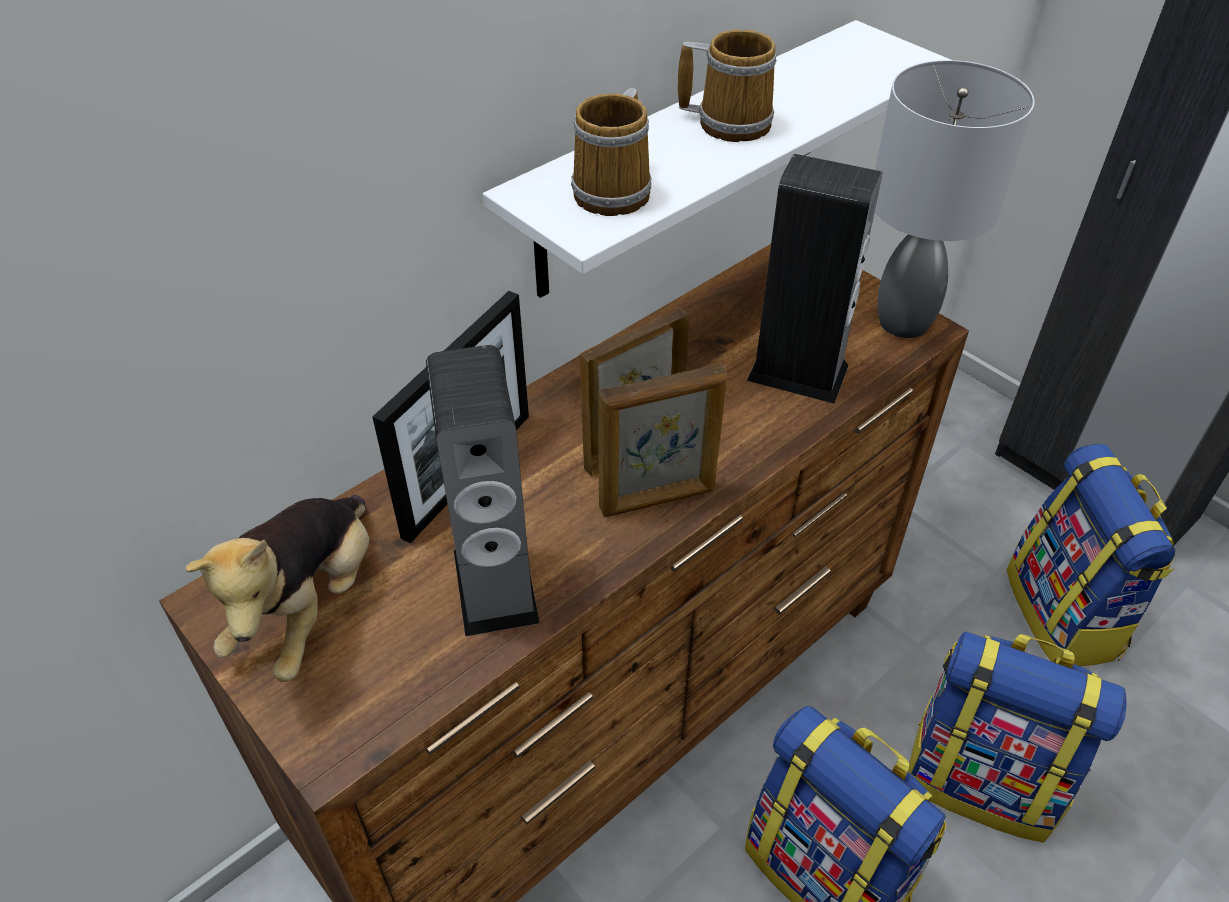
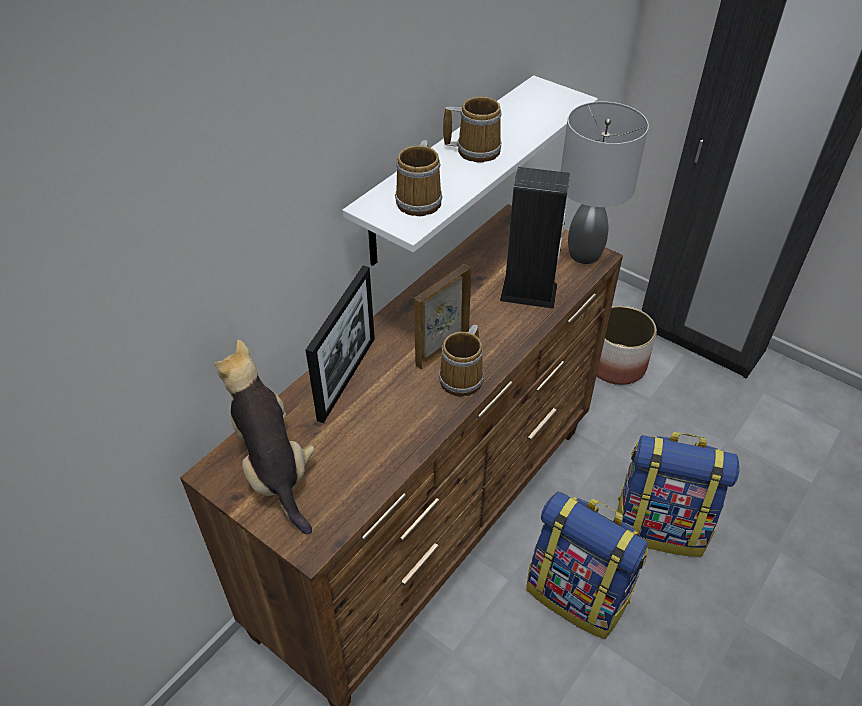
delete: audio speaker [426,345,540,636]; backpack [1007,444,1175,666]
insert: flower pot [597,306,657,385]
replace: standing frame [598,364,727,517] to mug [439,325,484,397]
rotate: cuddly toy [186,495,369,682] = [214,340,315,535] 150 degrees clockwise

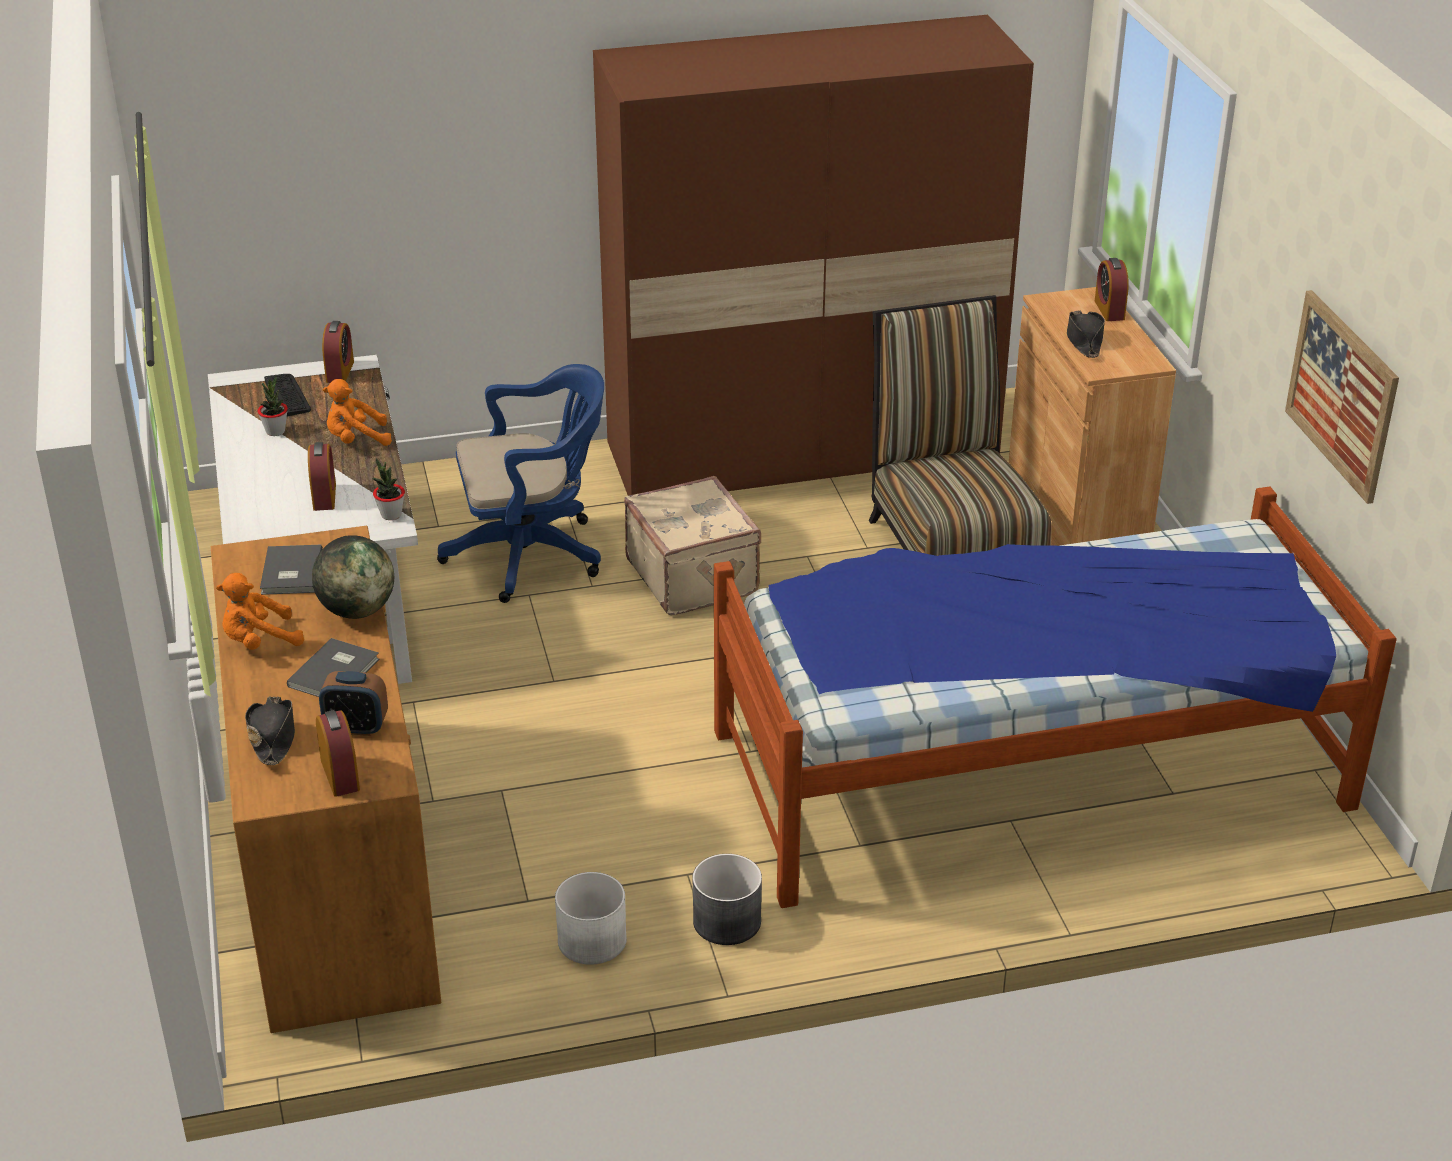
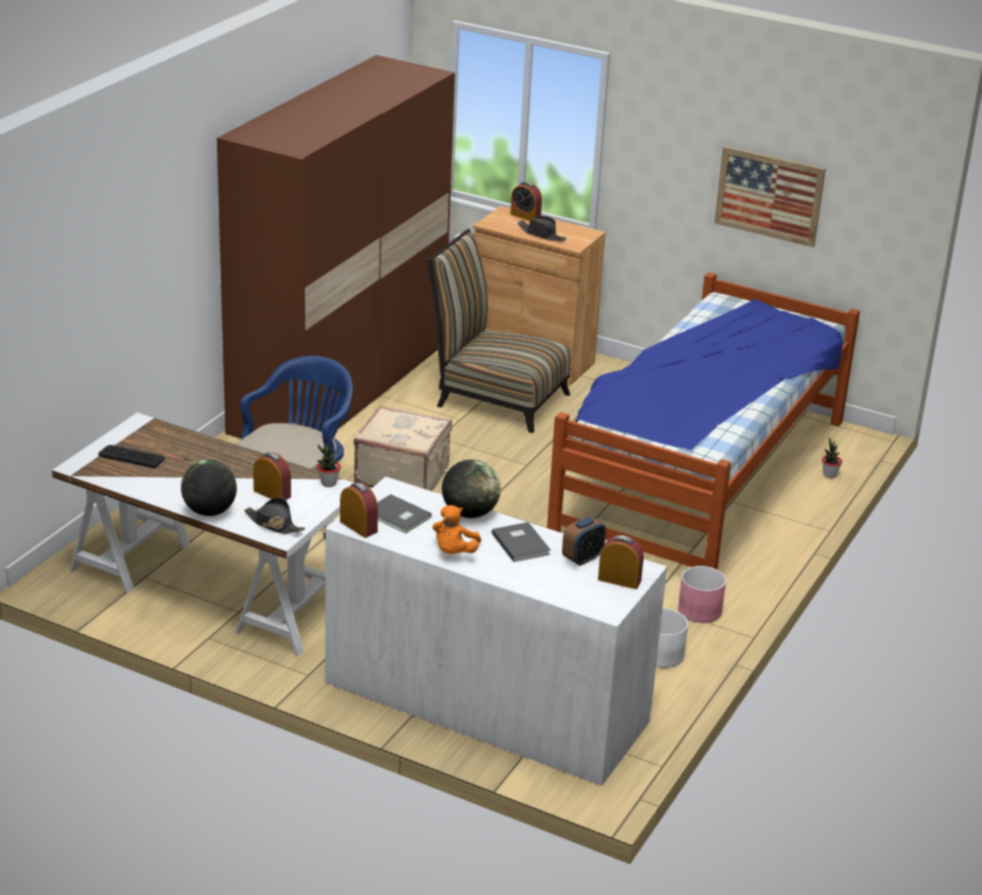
delete: orange cuddly toy [323,379,392,446]
insert: globe [181,459,237,516]
move: blackish wearable hat [245,696,295,765] to [244,497,305,534]; potted plant [257,375,288,436] to [822,437,842,478]; alarm clock [322,321,354,383] to [340,482,378,538]
recolor: brownish dresser [211,526,441,1033] to white-coloured dresser [325,477,667,786]; grey flower pot [693,854,762,945] to pink flower pot [678,566,726,623]

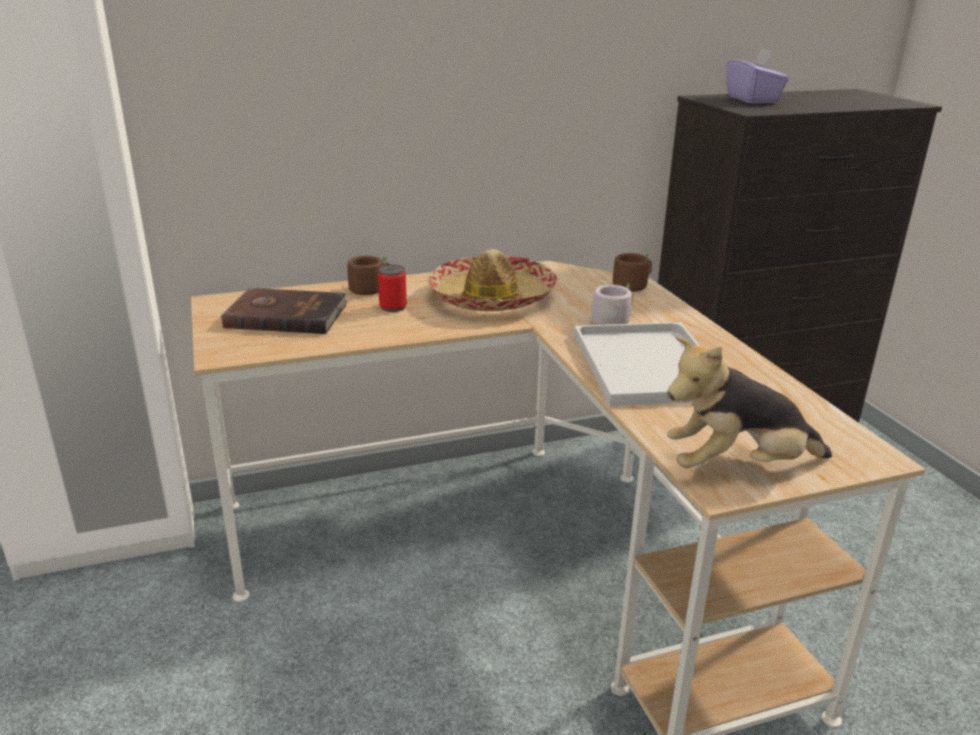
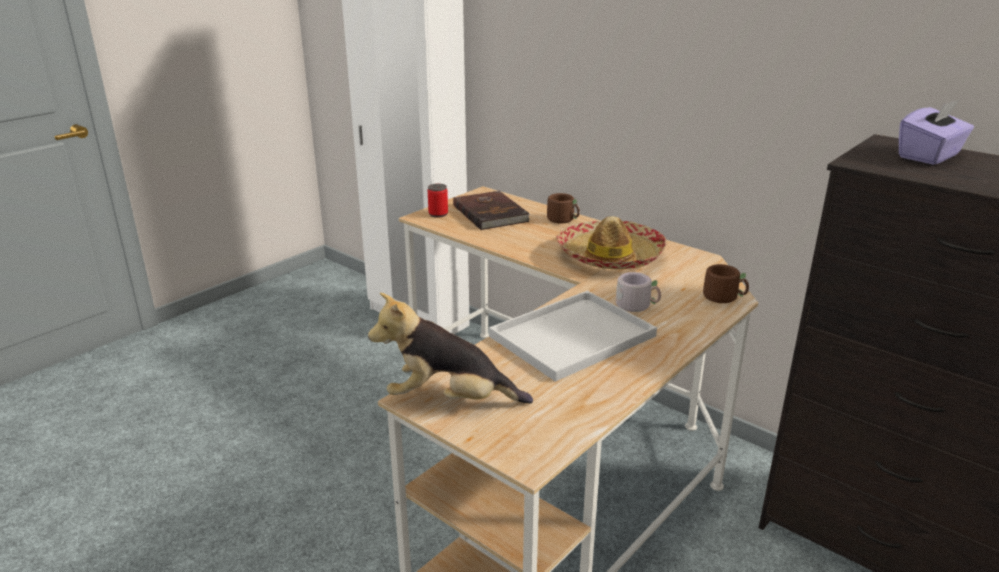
move: can [378,264,407,312] to [428,184,448,218]
rotate: cuddly toy [667,336,832,468] = [368,292,533,403] 45 degrees counterclockwise

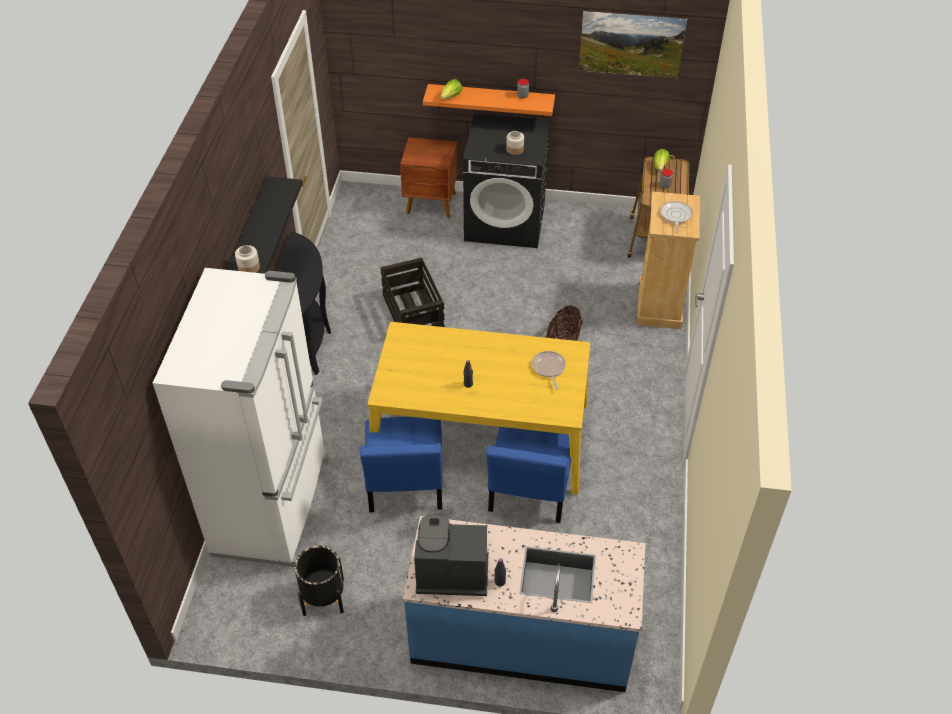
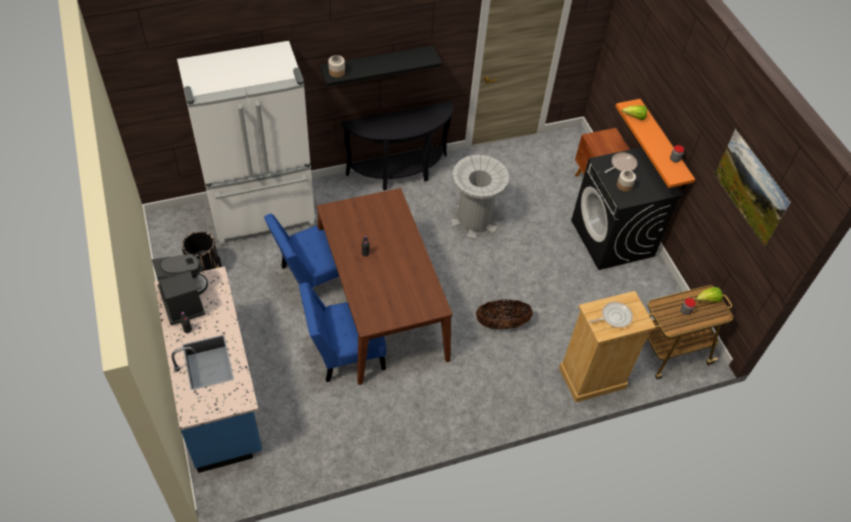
move: skillet [532,351,566,390] to [605,153,637,173]
replace: packing crate [381,257,445,327] to grey waste bin [451,155,509,239]
recolor: yellow-coloured dinner table [368,322,590,495] to brownish dinner table [317,188,452,385]

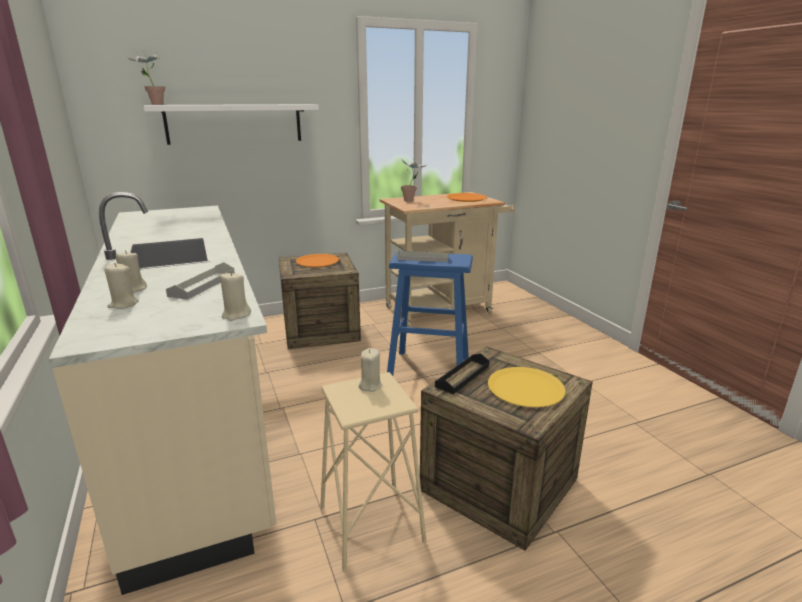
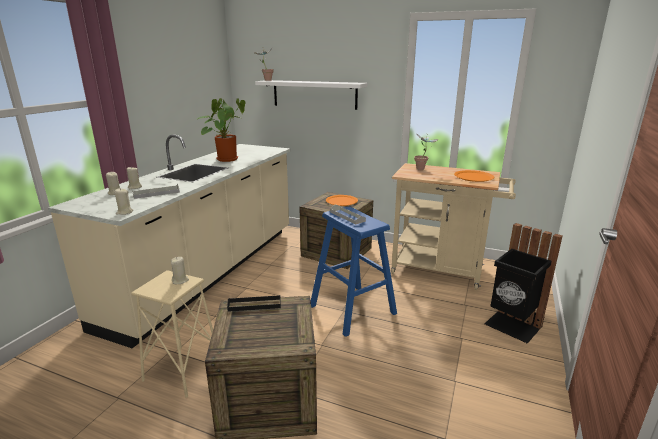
delete: yellow-coloured dinner plate [488,367,566,407]
insert: potted plant [197,98,246,162]; blackish waste bin [484,223,563,344]

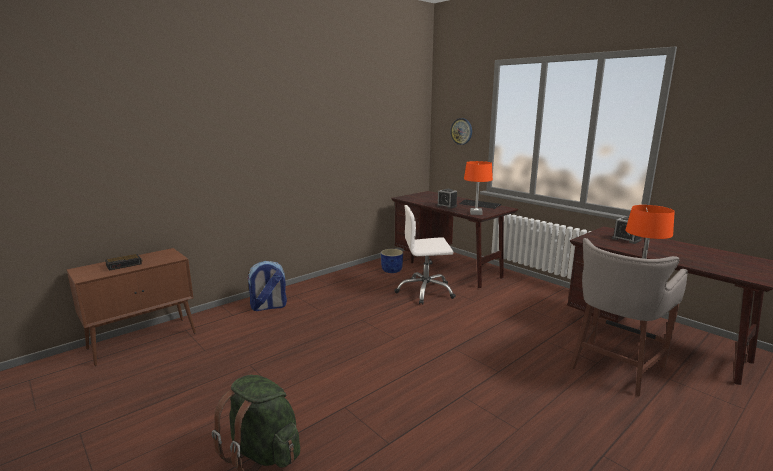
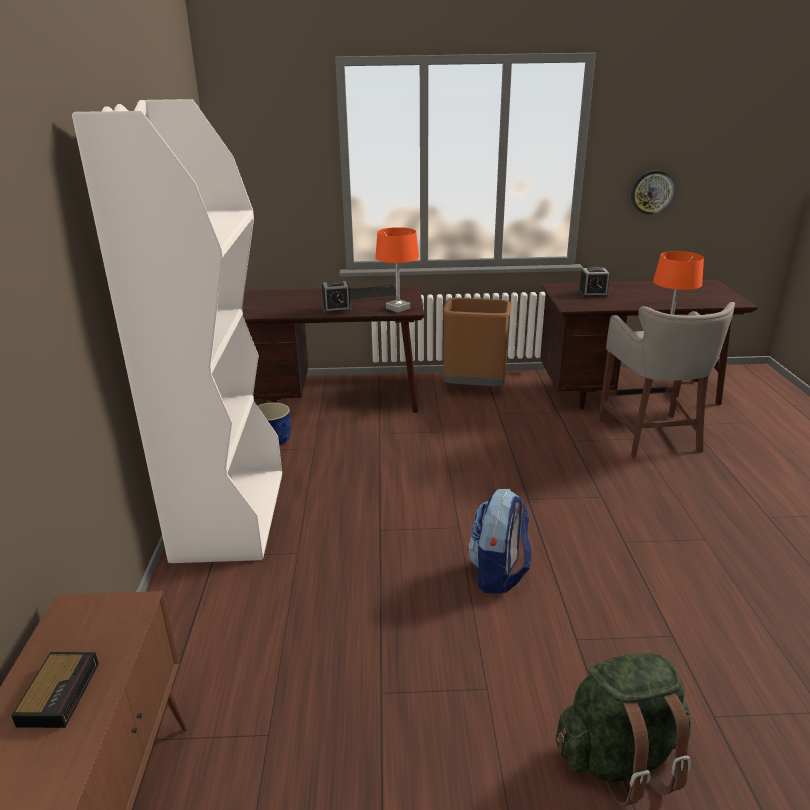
delete: white-coloured desk chair [394,205,456,305]
insert: white-coloured shelving unit [72,99,282,563]; brownish waste bin [442,298,511,386]
move: backpack [247,261,287,311] to [467,489,531,594]; hanging clock [450,118,472,145] to [631,170,675,215]

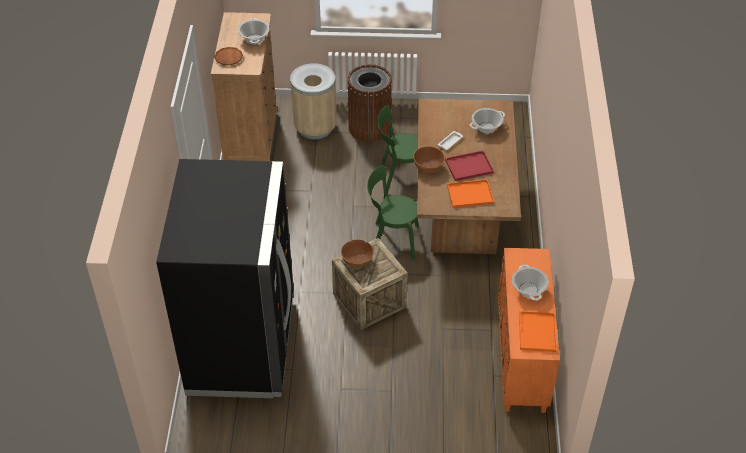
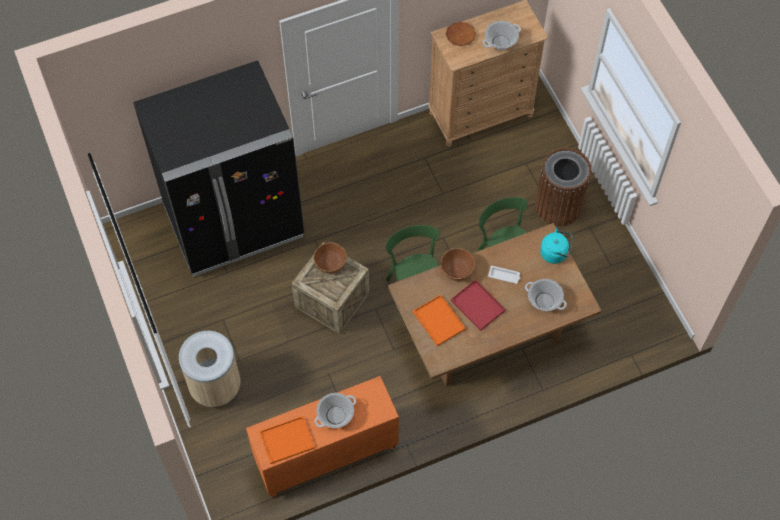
insert: blue-green water kettle [540,228,573,264]
move: beige-coloured waste bin [290,63,337,139] to [179,331,240,407]

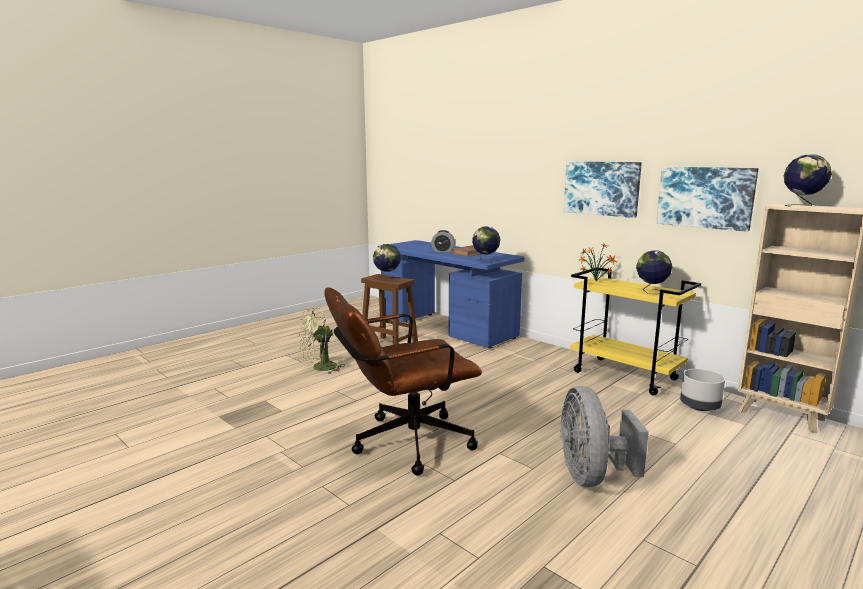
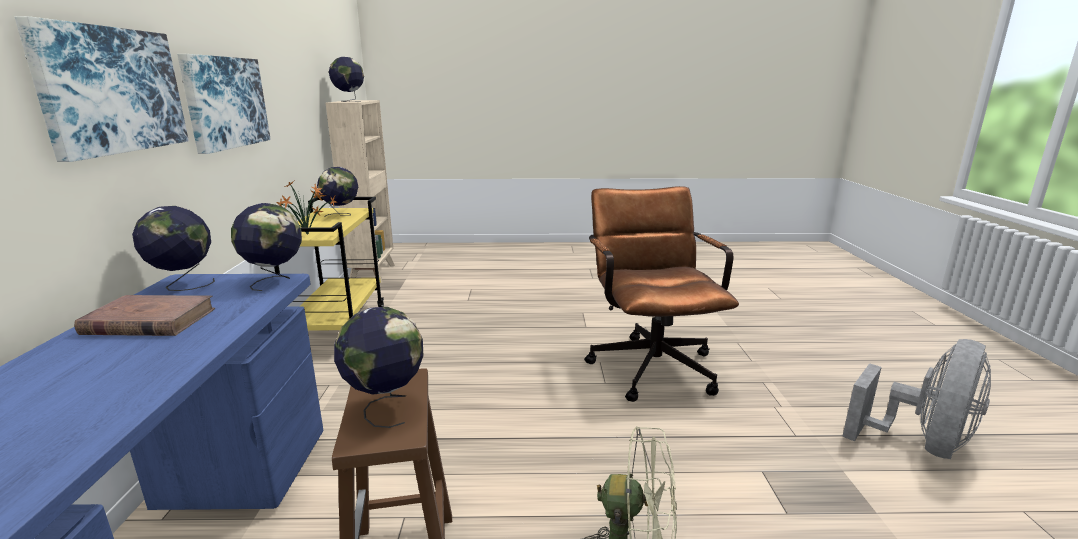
delete: alarm clock [431,230,455,252]; grey flower pot [680,369,725,411]
insert: globe [132,206,215,291]
move: grey fan [560,386,649,487] to [842,339,991,459]; picture [656,167,759,232] to [14,16,189,162]
rotate: brownish desk chair [324,287,482,475] = [584,186,739,402] 120 degrees counterclockwise

